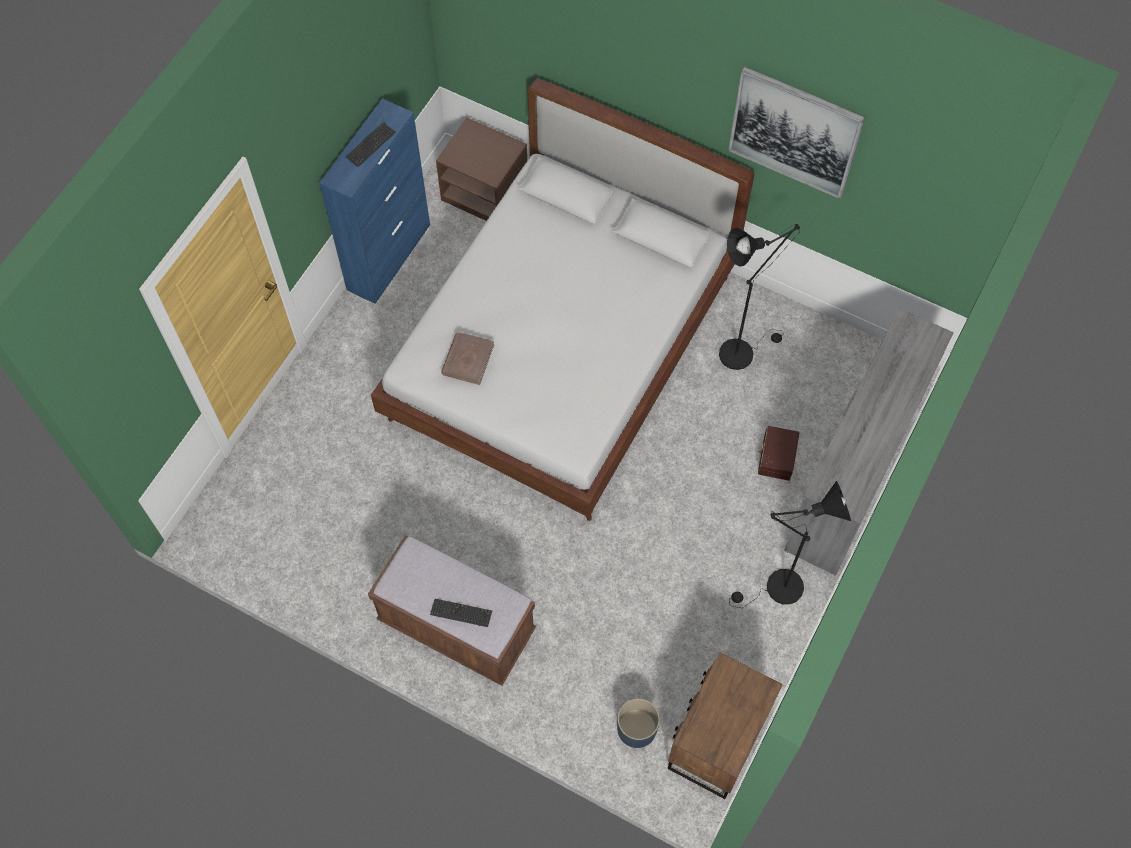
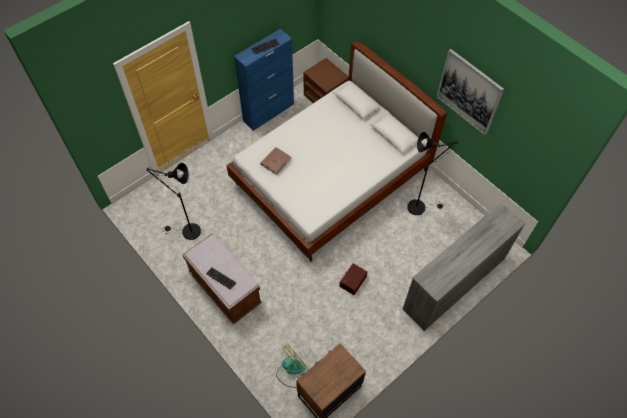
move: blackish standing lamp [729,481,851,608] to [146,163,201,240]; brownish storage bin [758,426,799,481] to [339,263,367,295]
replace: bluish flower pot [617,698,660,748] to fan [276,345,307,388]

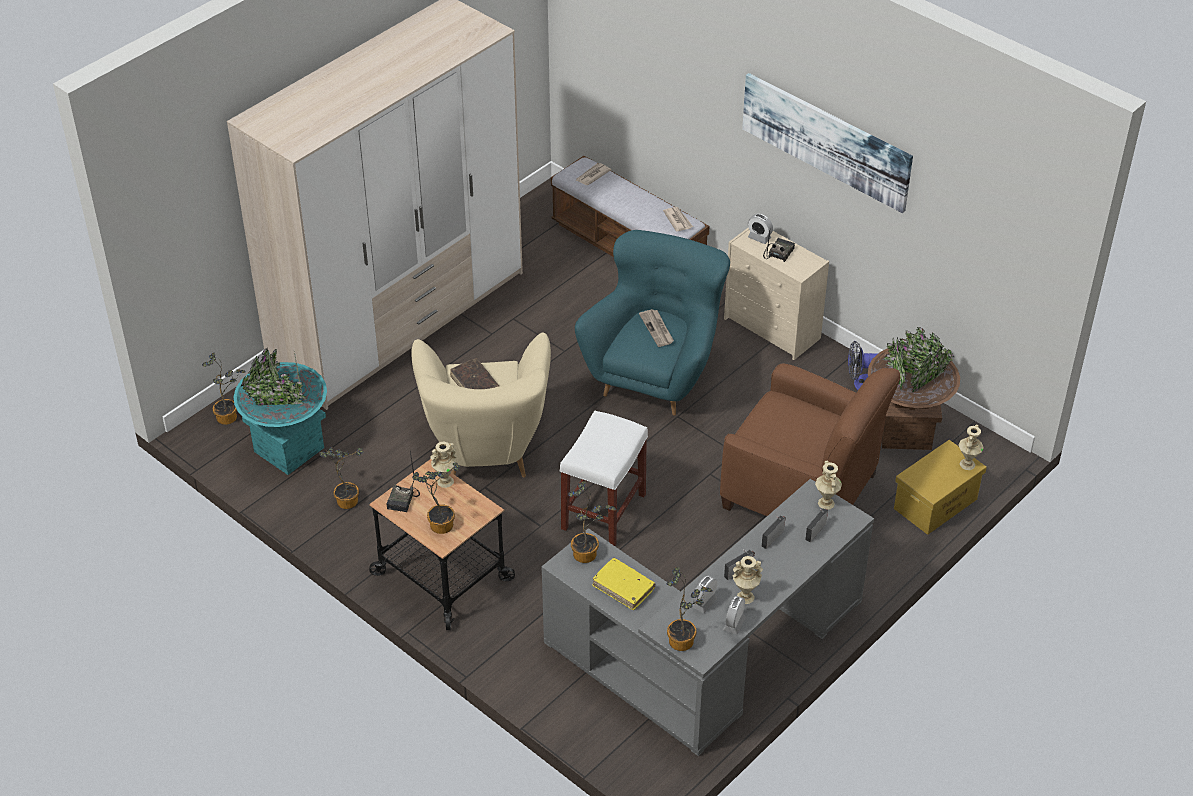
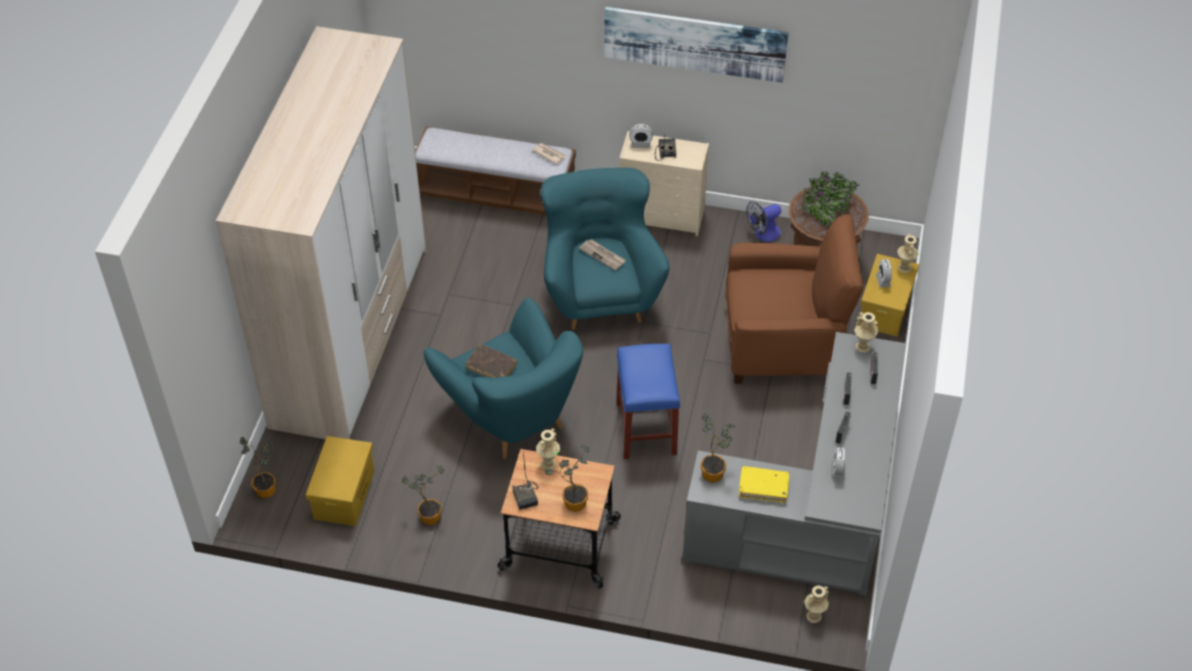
delete: printed paper [575,163,611,185]; potted plant [667,566,713,651]
move: alarm clock [723,596,746,634] to [876,259,892,288]; beige-coloured vase [733,556,763,604] to [804,585,829,623]
replace: blue-green flower pot [233,348,327,475] to yellow-coloured storage bin [306,436,375,526]
recolor: beige-coloured armchair [411,333,551,478] to blue-green armchair [424,298,583,459]; white-coloured sitting stool [559,411,648,546] to bluish sitting stool [616,344,681,459]

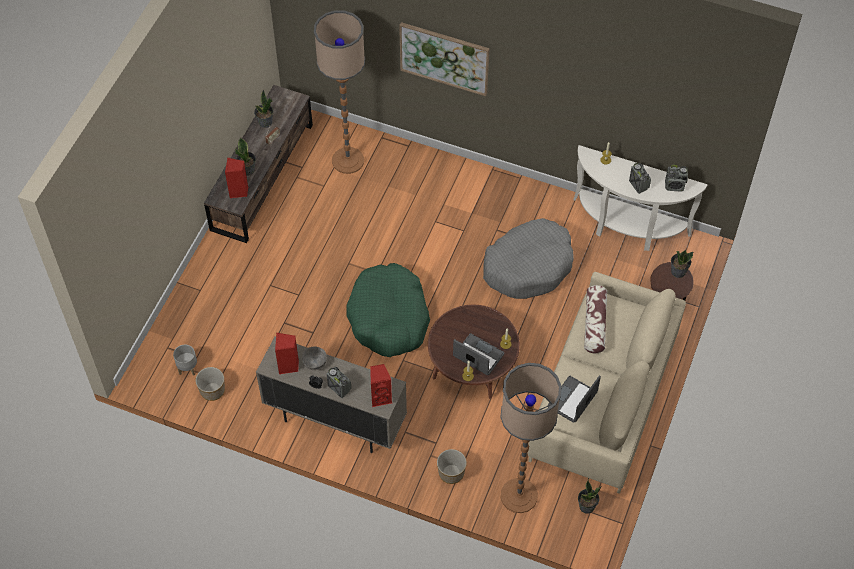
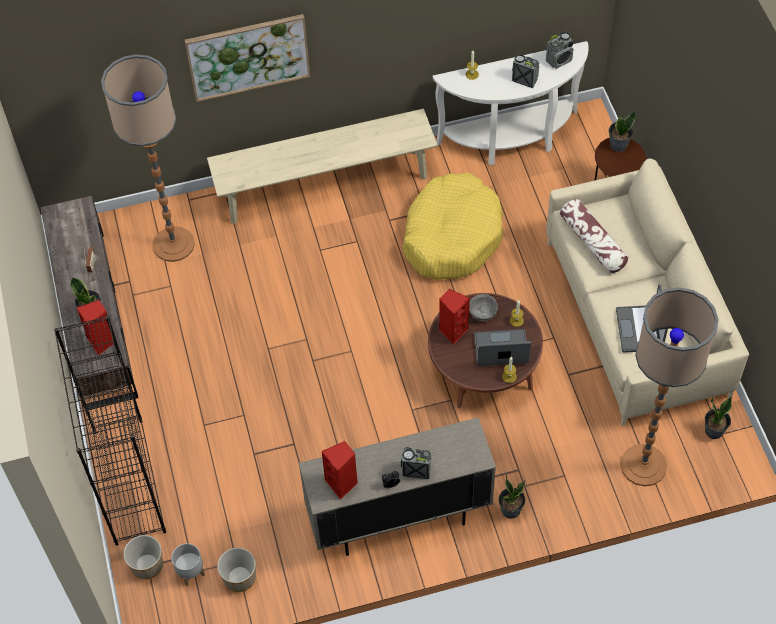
delete: greenish pet bed [346,263,430,357]
insert: blackish shelving unit [54,316,166,546]; beige-coloured indoor bench [207,109,438,224]
move: potted plant [254,90,273,128] to [499,475,525,519]; grey deep dish [302,347,327,370] to [469,294,498,322]; red-coloured audio speaker [370,364,392,407] to [439,289,470,345]; flower pot [437,449,467,484] to [123,535,163,579]
recolor: grey pet bed [483,218,574,299] to yellow-coloured pet bed [403,172,503,280]

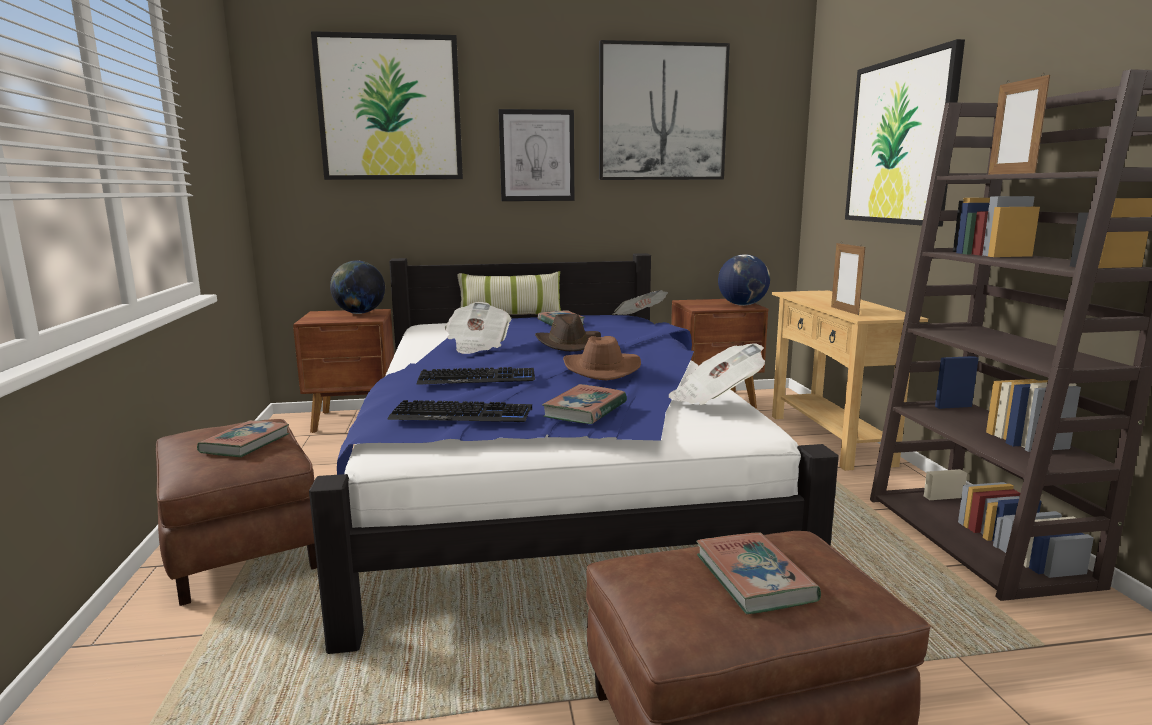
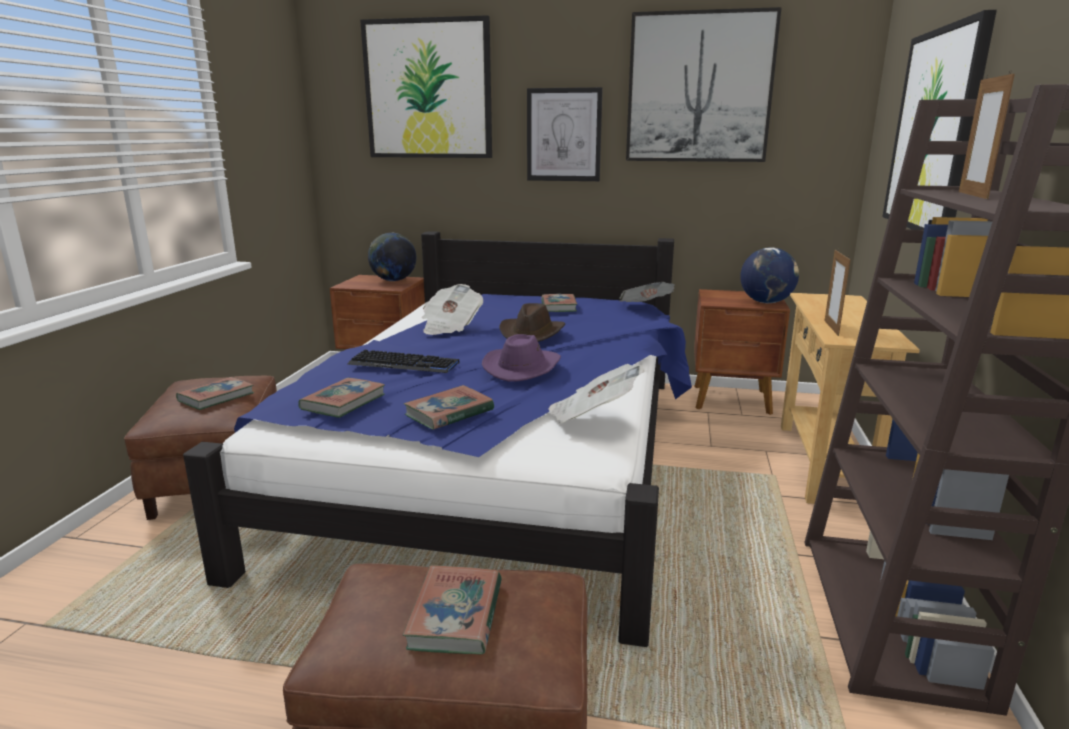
delete: throw pillow [457,271,561,315]
replace: keyboard [387,400,532,422] to book [298,378,385,418]
recolor: brownish wearable hat [563,336,641,380] to purple-coloured wearable hat [482,334,561,382]

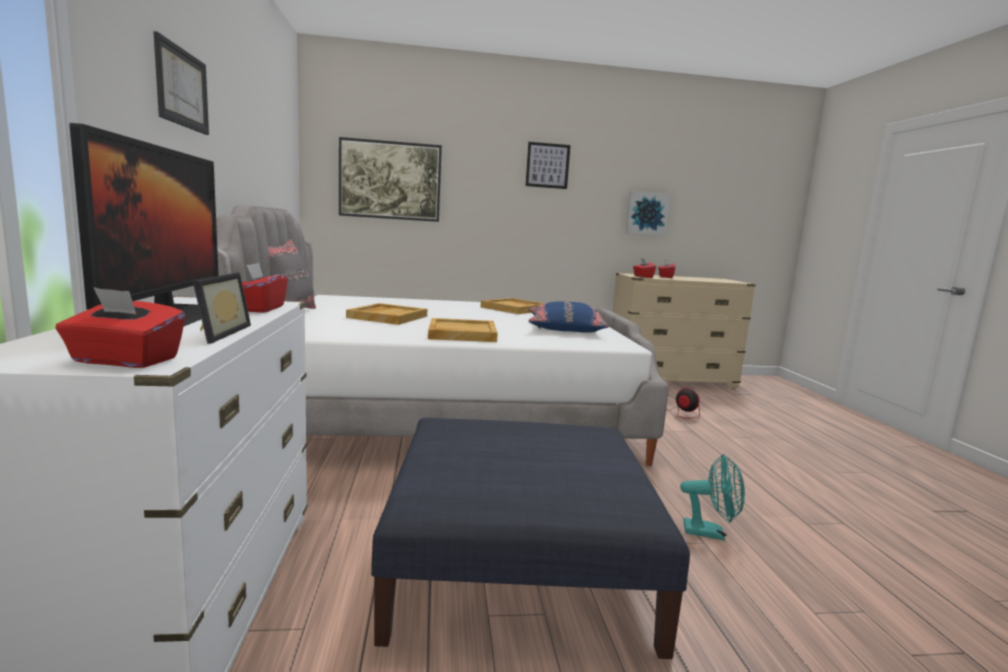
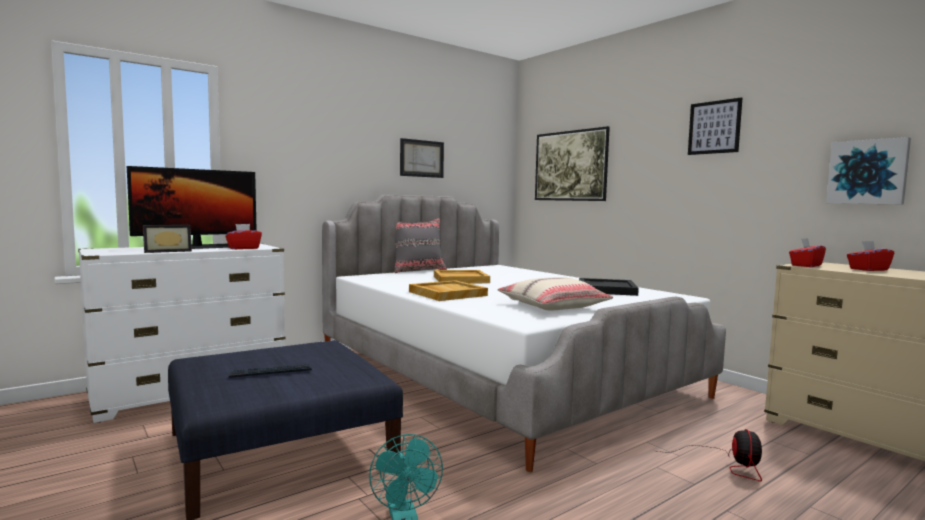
delete: red-coloured tissue box [55,287,185,368]
insert: keyboard [229,364,312,378]
move: picture [153,31,209,135] to [400,138,444,178]
recolor: beige-coloured serving tray [481,298,545,314] to blackish serving tray [579,278,639,296]; bluish throw pillow [529,301,609,333] to beige-coloured throw pillow [498,277,613,311]

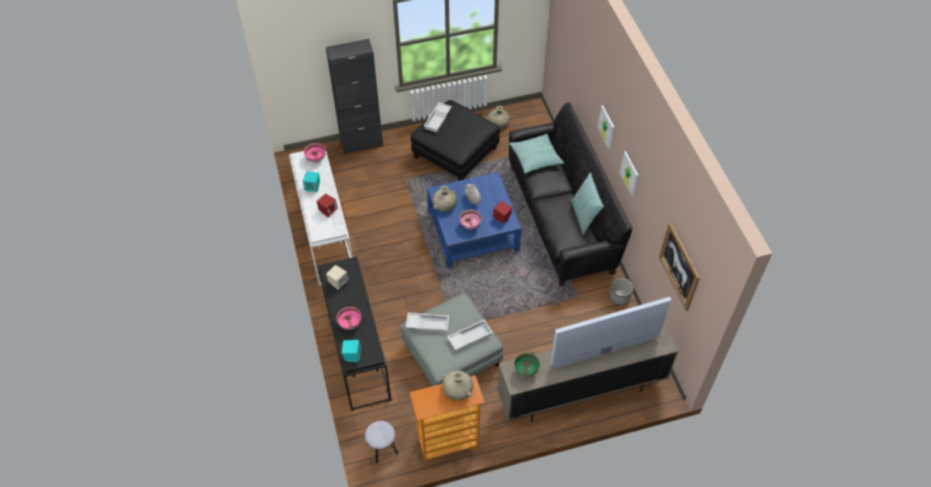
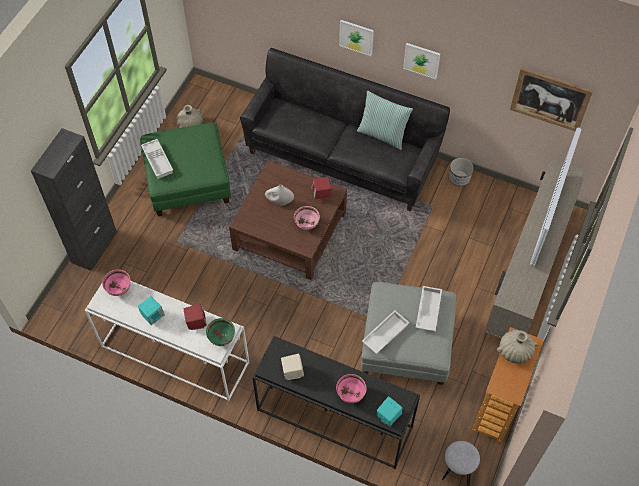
delete: beige-coloured vase [432,186,457,211]; throw pillow [509,134,564,174]
move: greenish deep dish [514,353,540,377] to [206,318,235,346]
recolor: blackish pouffe [411,100,500,181] to greenish pouffe [140,122,231,216]; bluish low table [427,172,522,268] to brownish low table [229,161,347,280]

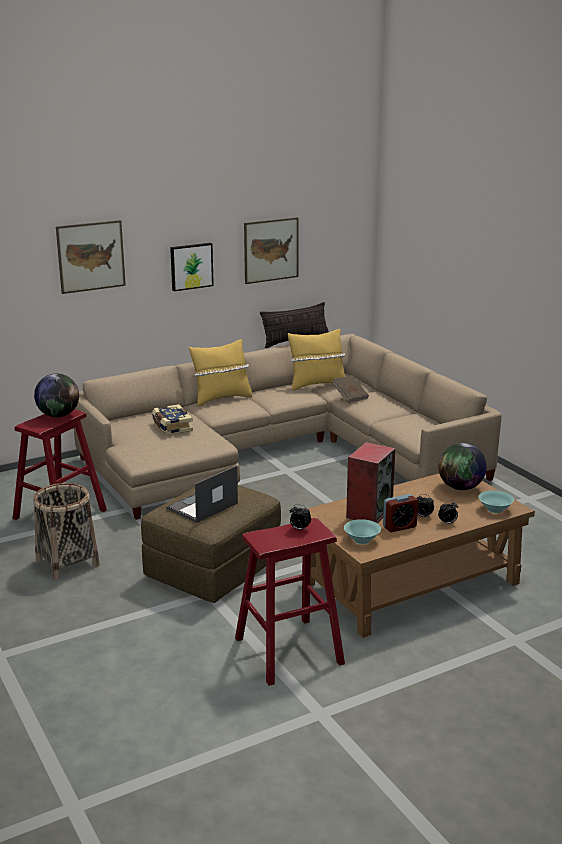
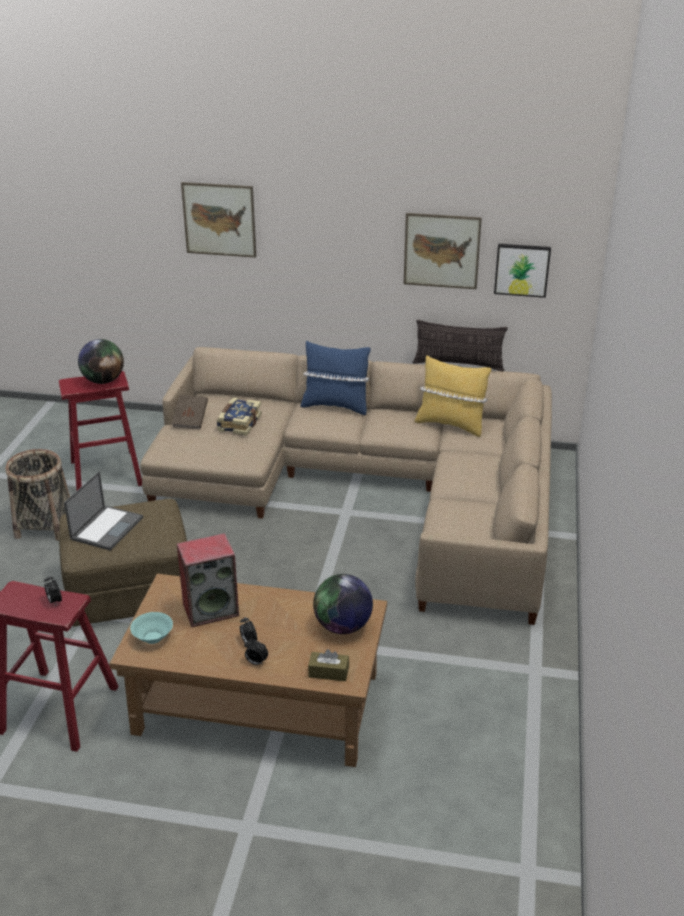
delete: alarm clock [383,494,418,532]
move: picture [170,243,214,291] to [494,244,551,298]; brownish book [332,375,369,403] to [172,395,208,429]
replace: blue-green deep dish [479,490,514,513] to brownish tissue box [308,649,349,681]
recolor: yellow-coloured throw pillow [189,339,252,406] to bluish throw pillow [300,341,371,415]
rotate: notebook computer [166,465,238,523] = [64,472,143,551] 120 degrees clockwise

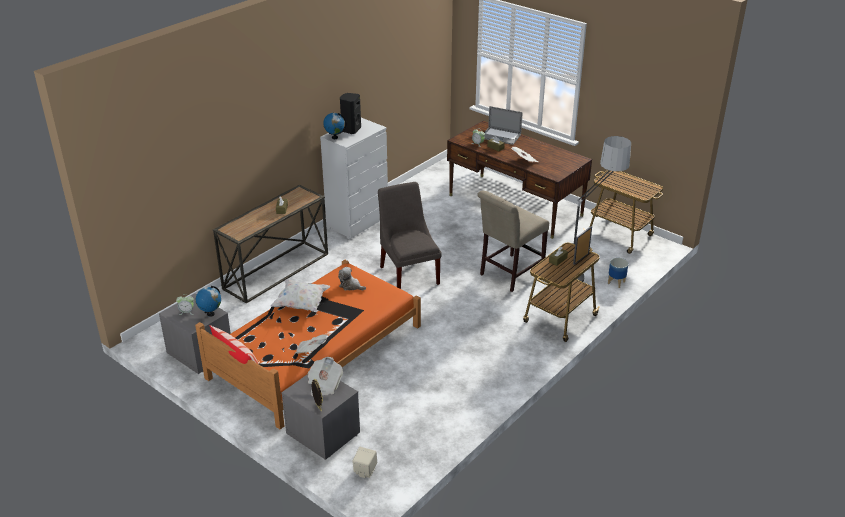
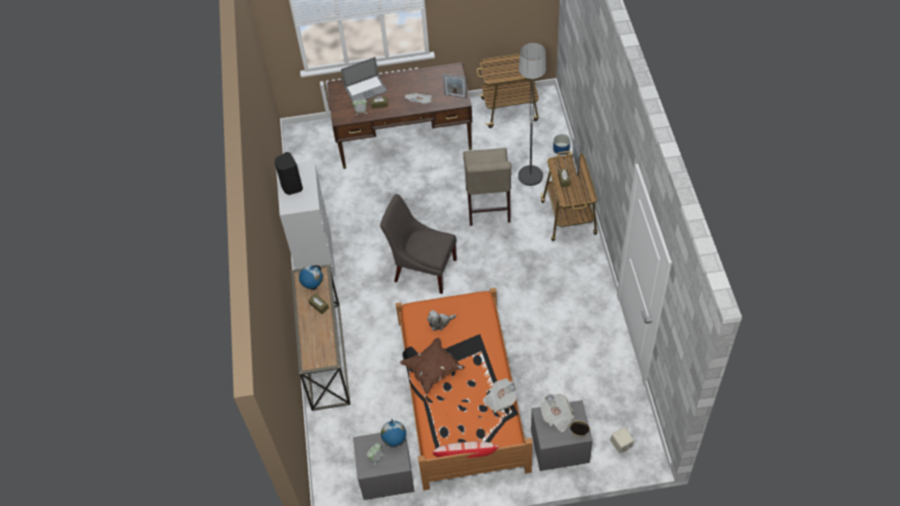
insert: standing frame [443,74,467,98]
move: globe [323,113,346,139] to [299,265,323,290]
recolor: white-coloured throw pillow [271,279,330,312] to brownish throw pillow [400,338,465,394]

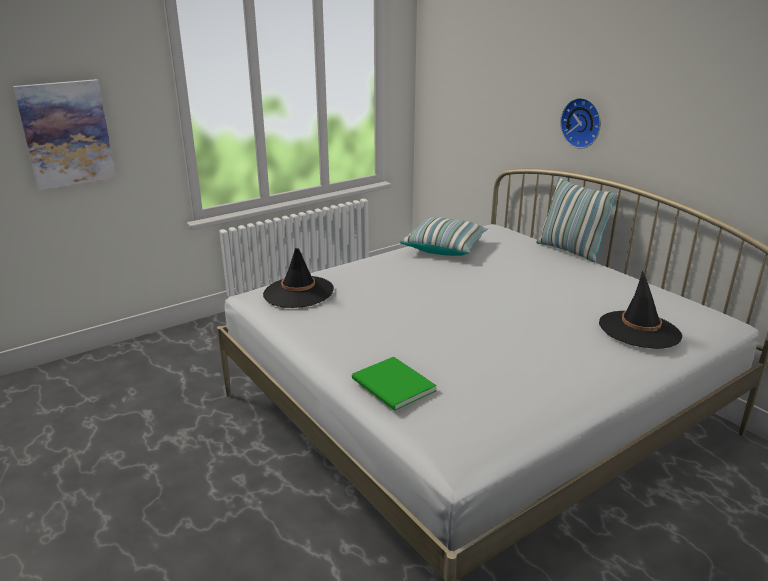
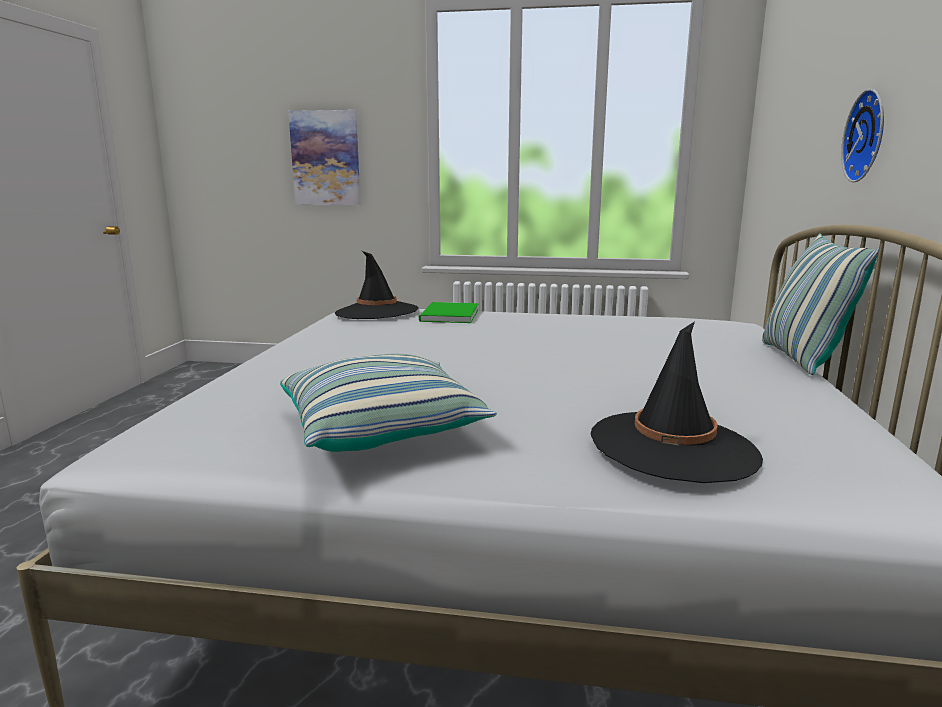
move: greenish book [352,357,437,411] to [419,302,479,323]; throw pillow [399,217,488,256] to [280,354,497,452]

